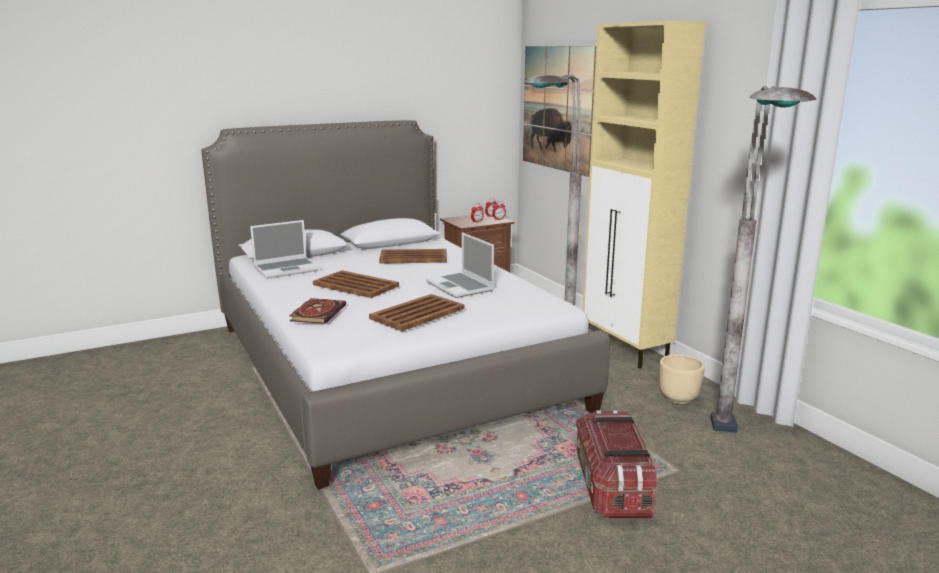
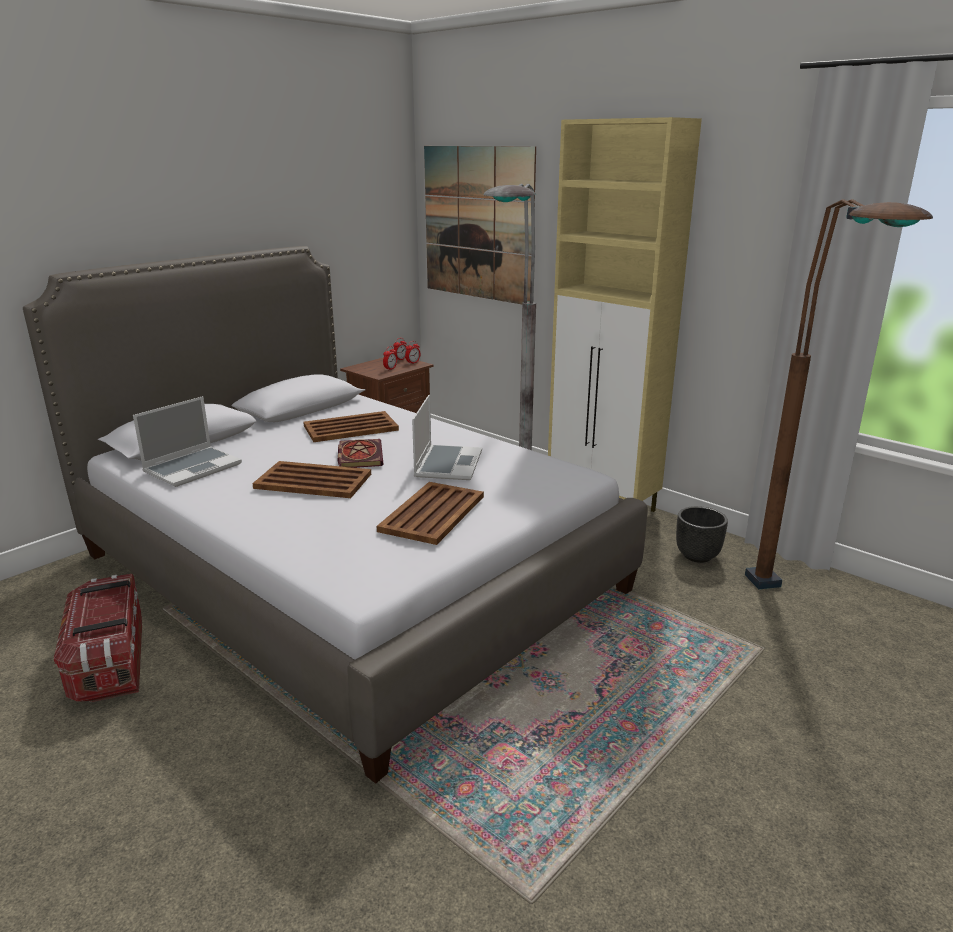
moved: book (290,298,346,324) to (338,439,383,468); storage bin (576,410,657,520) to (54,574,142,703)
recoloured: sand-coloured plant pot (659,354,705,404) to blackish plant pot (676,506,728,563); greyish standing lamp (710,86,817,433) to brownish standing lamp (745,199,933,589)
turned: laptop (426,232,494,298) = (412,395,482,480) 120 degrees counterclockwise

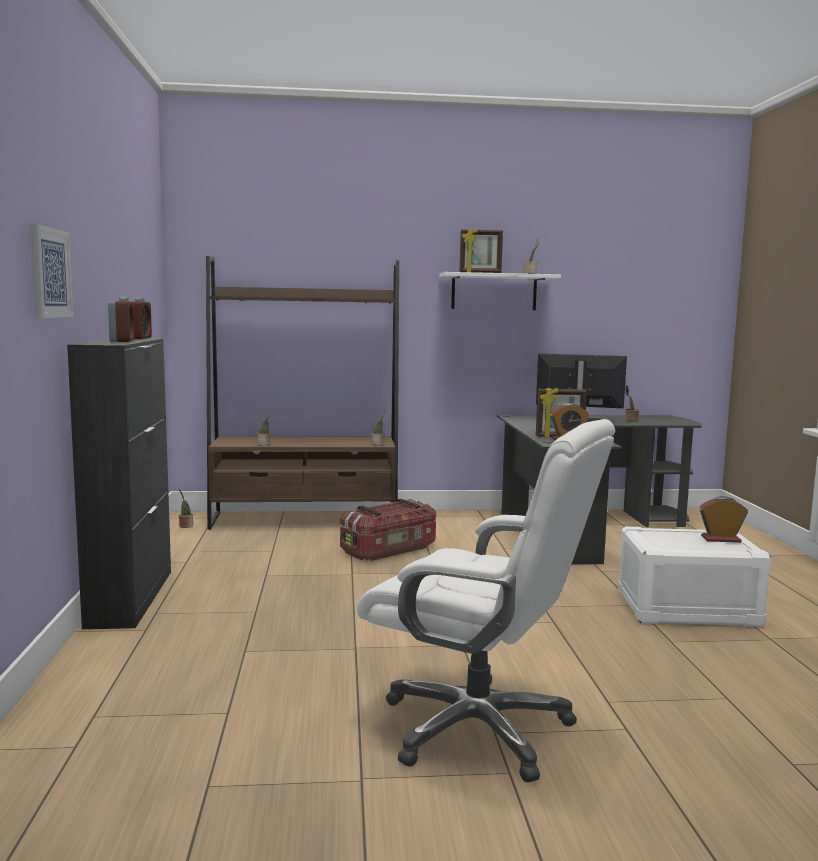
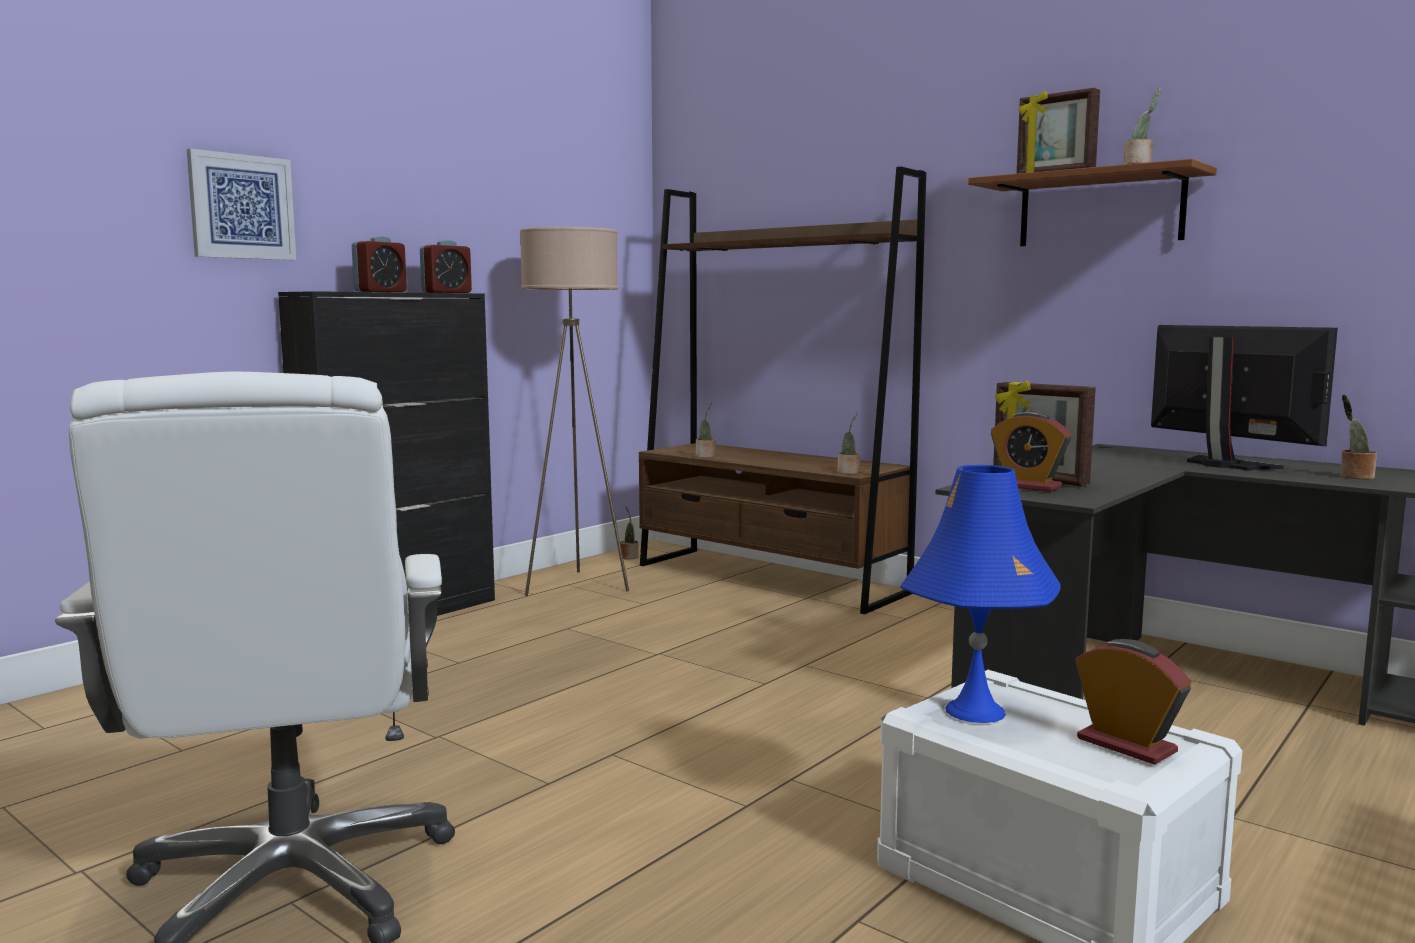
removed: storage bin (340,499,436,561)
added: sand-coloured standing lamp (520,227,629,596); blue lamp for a table (900,465,1061,723)
recoloured: white-coloured wall shelf (439,272,561,310) to brownish wall shelf (968,159,1217,246)

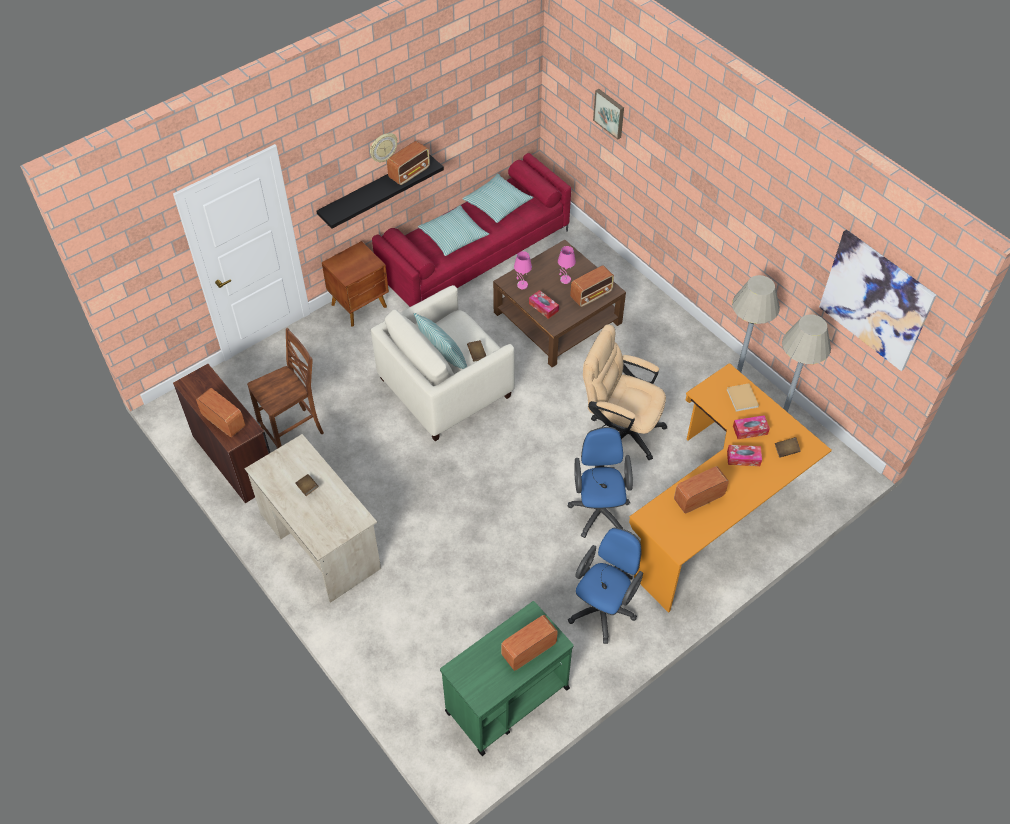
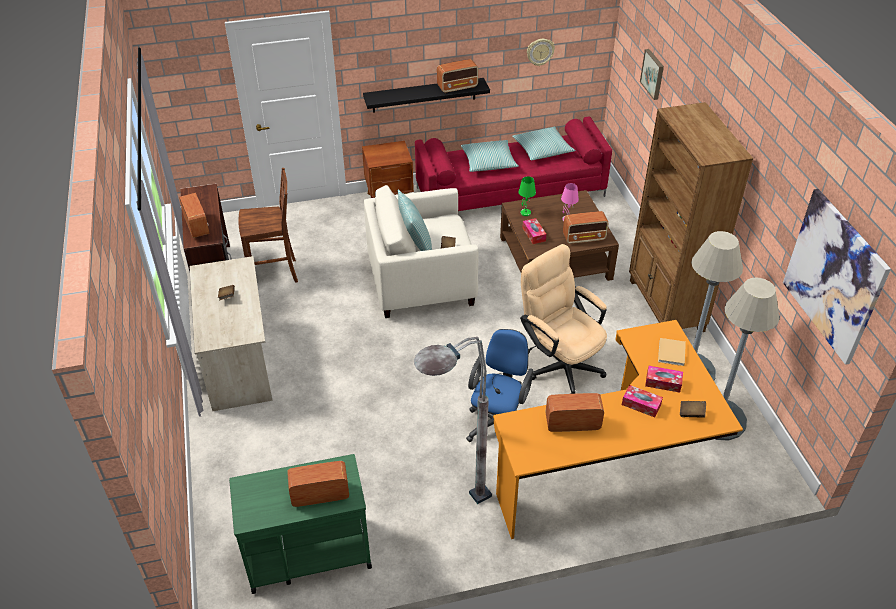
added: brownish bookshelf (629,102,753,332)
moved: wall clock (370,133,397,162) to (527,39,555,66)
replaced: blue office chair (568,527,643,644) to greyish standing lamp (414,337,492,504)
recoloured: pinkish lamp for a table (514,251,532,289) to green-coloured lamp for a table (518,176,536,216)

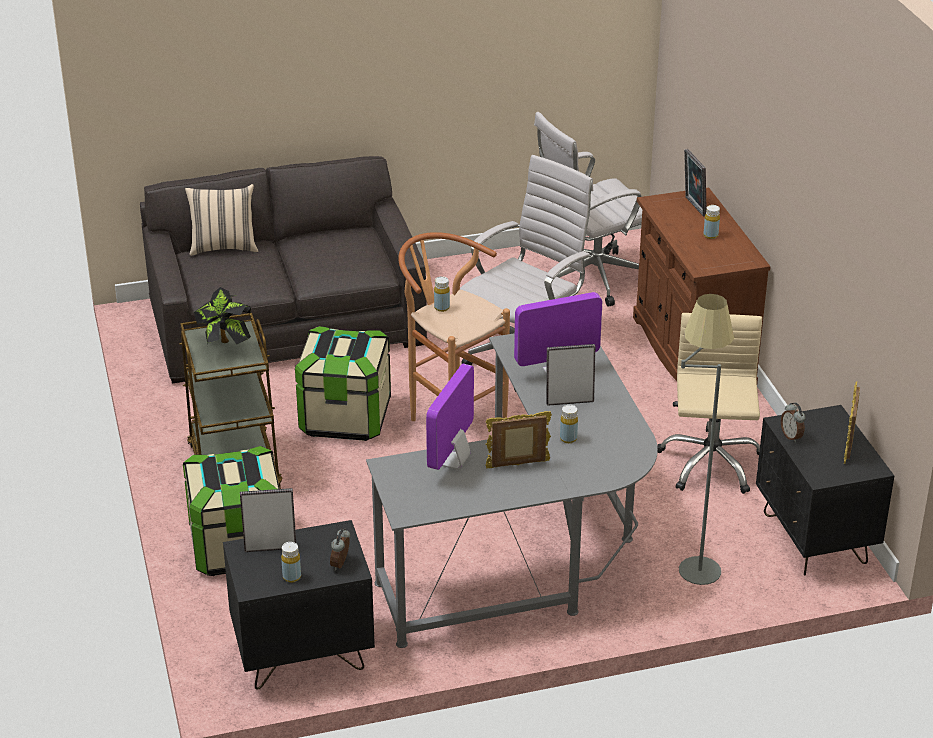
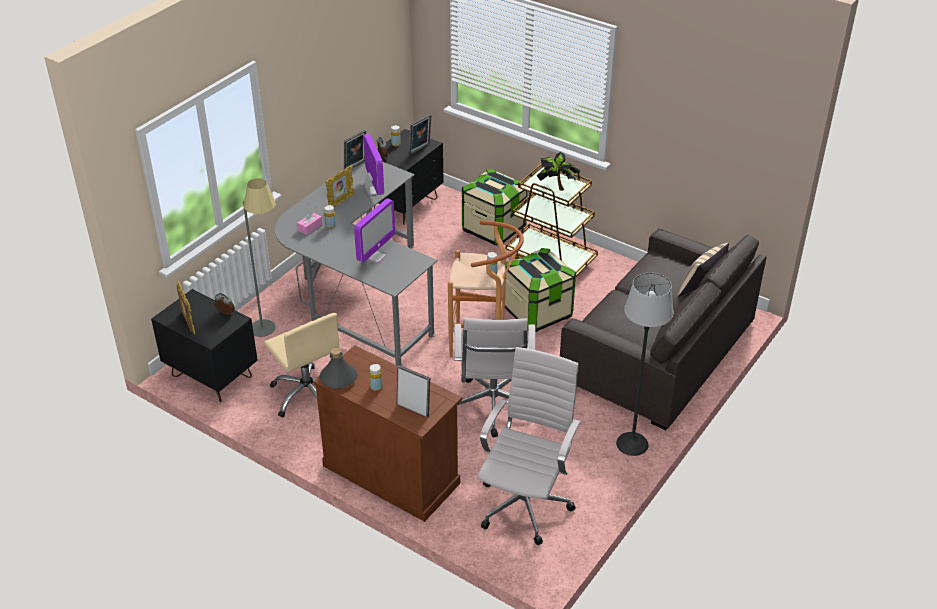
added: pinkish tissue box (297,211,322,235); greyish drink bottle (319,348,357,389); standing lamp (616,273,674,456)
moved: photo frame (546,344,596,406) to (344,130,366,169)

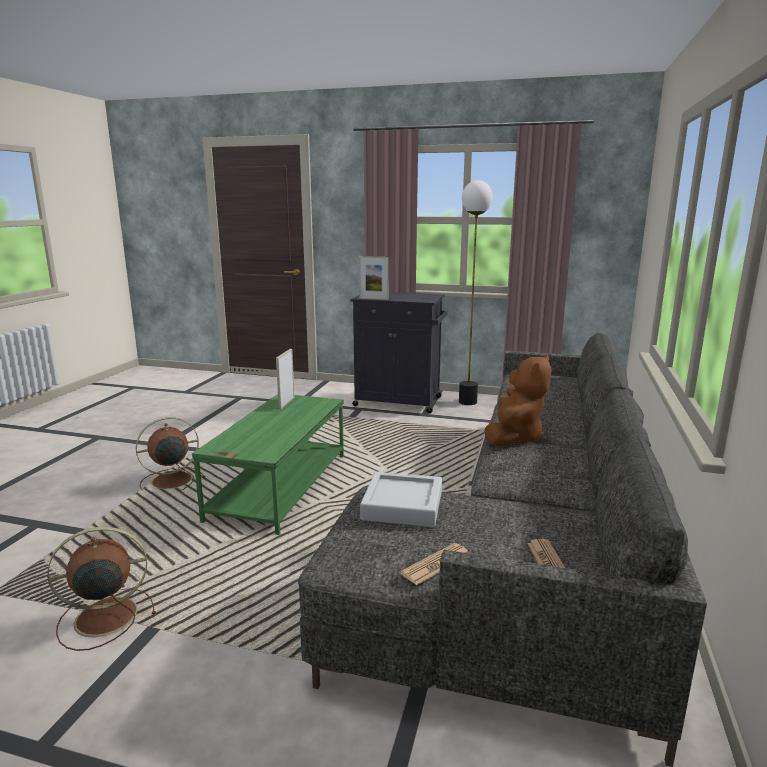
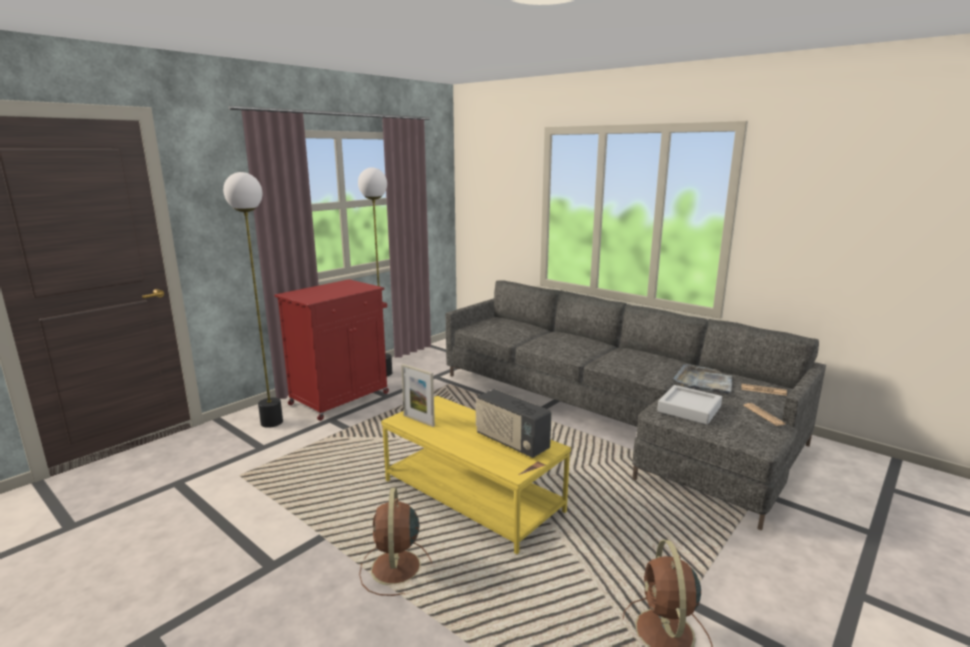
removed: photo frame (359,256,389,300); brownish cuddly toy (484,354,552,447)
added: standing lamp (223,172,283,428); radio (475,389,552,458); greyish carrying tray (673,364,732,394)
recoloured: green-coloured low table (192,394,344,535) to yellow-coloured low table (381,396,571,554); blackish cabinet (350,292,448,413) to reddish cabinet (275,279,389,421)

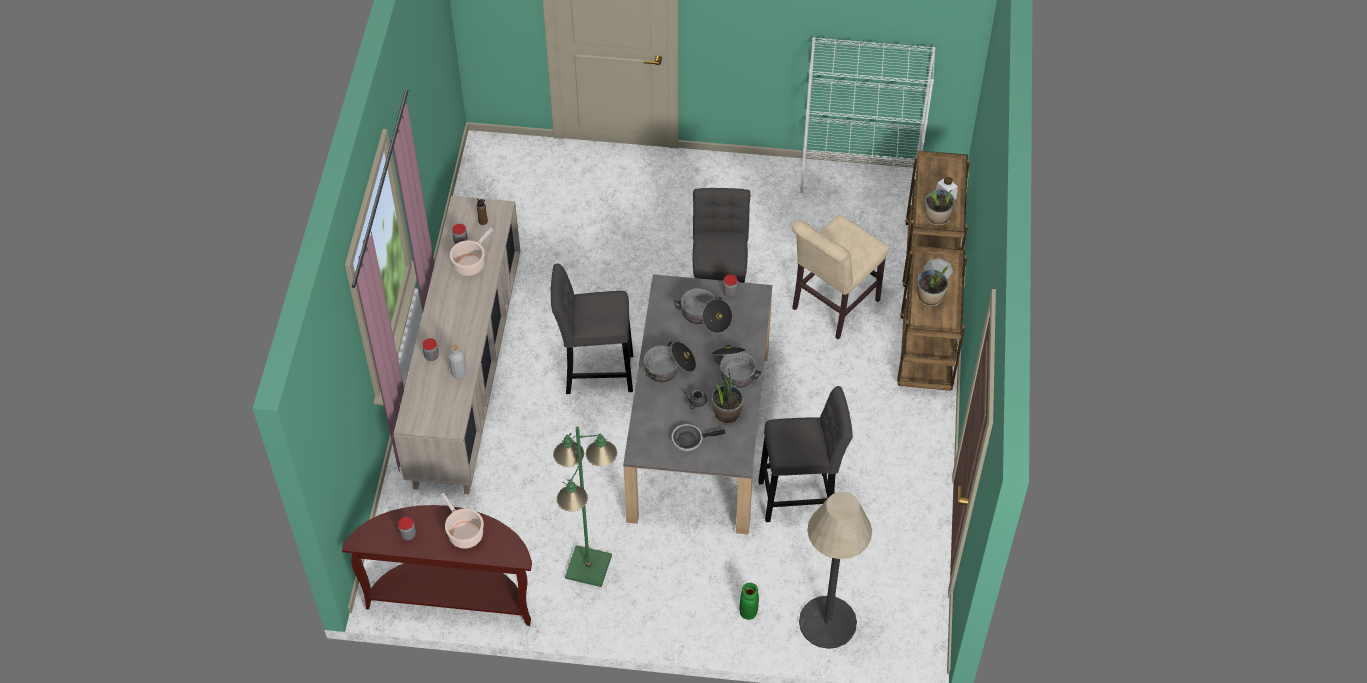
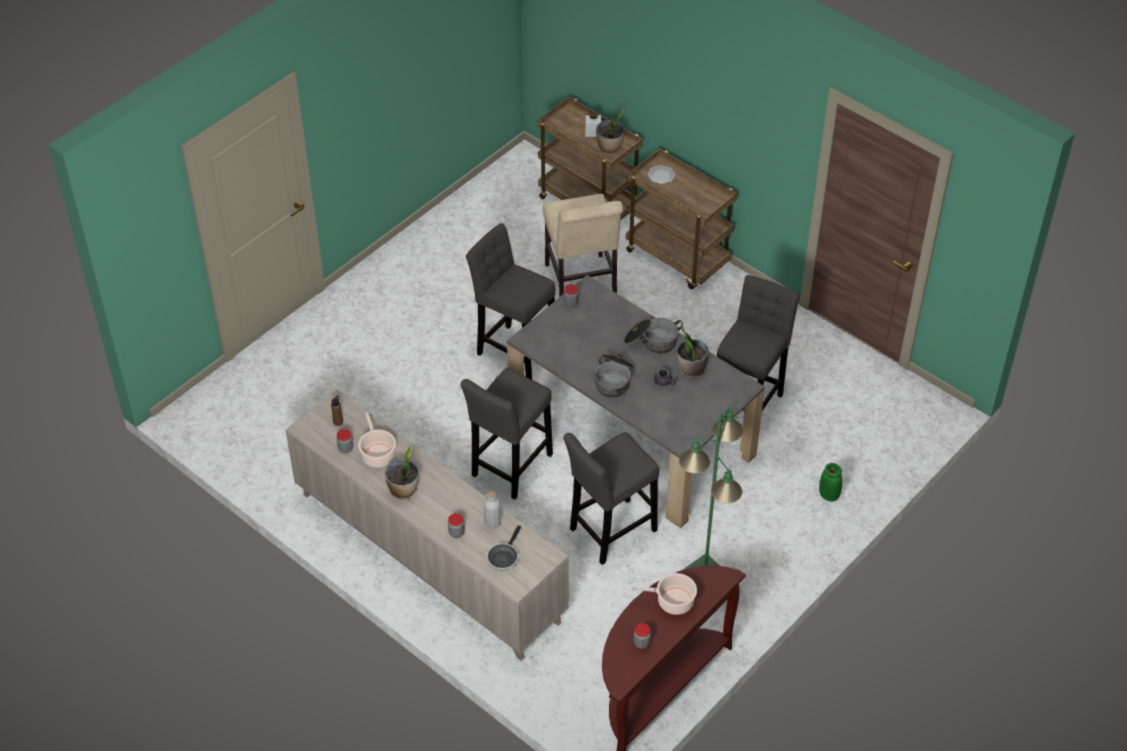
removed: stockpot (674,288,732,333); standing lamp (799,491,872,649); white-coloured bookshelf (800,37,936,198)
added: greyish sitting stool (563,432,659,565)
moved: pan (672,424,725,451) to (486,526,521,571); houseplant (917,266,950,306) to (385,444,419,500)

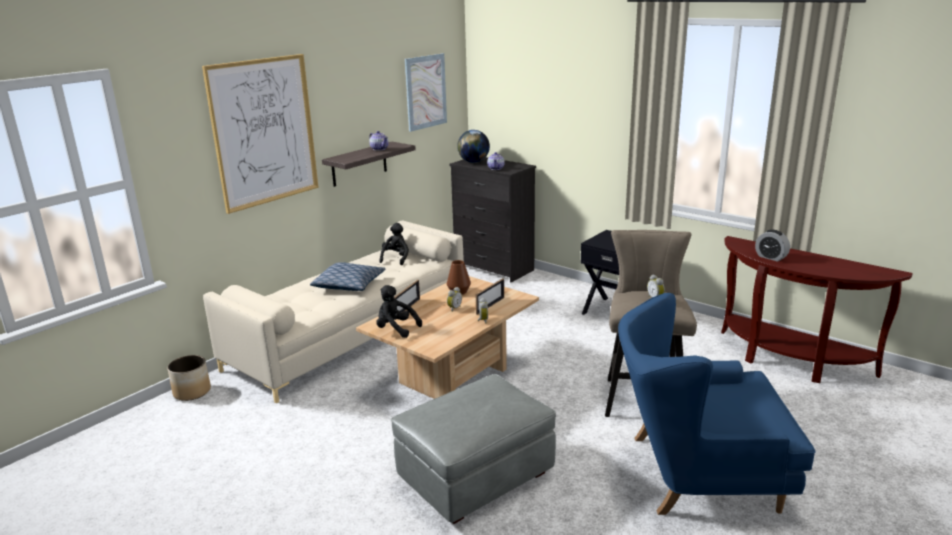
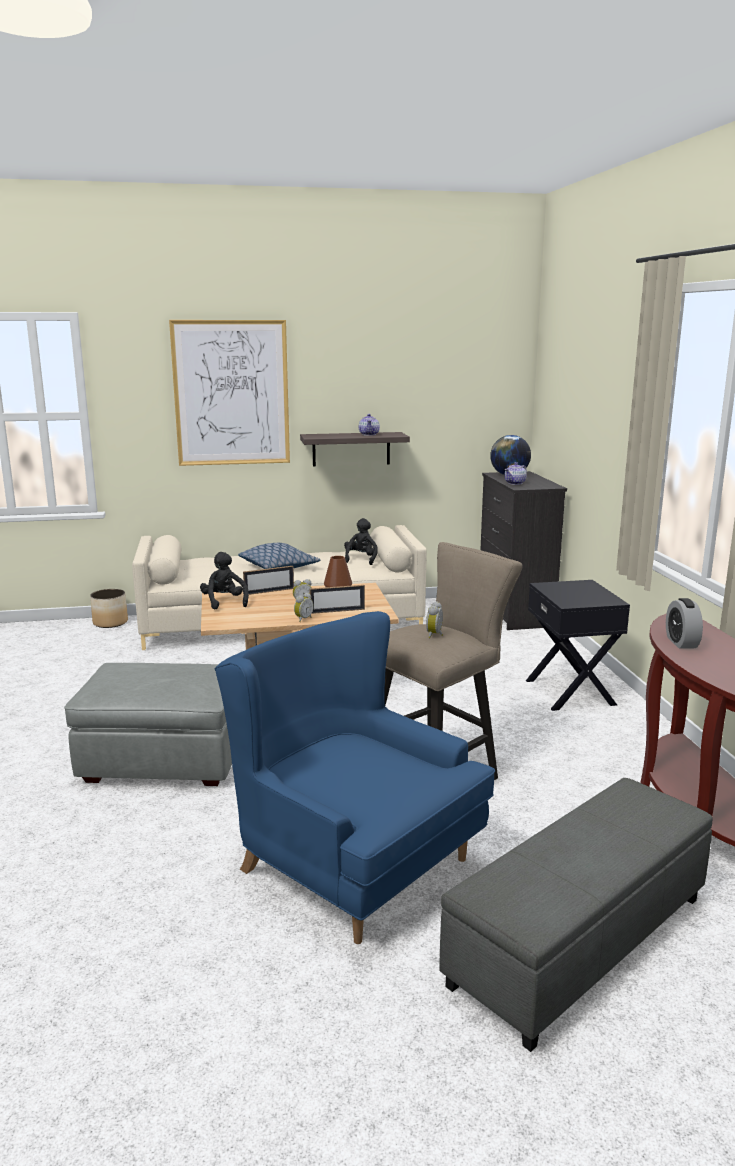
removed: wall picture (405,53,447,132)
added: greyish ottoman (439,778,713,1052)
turned: blackish cuddly toy (379,223,409,265) = (344,518,378,565) 45 degrees counterclockwise

